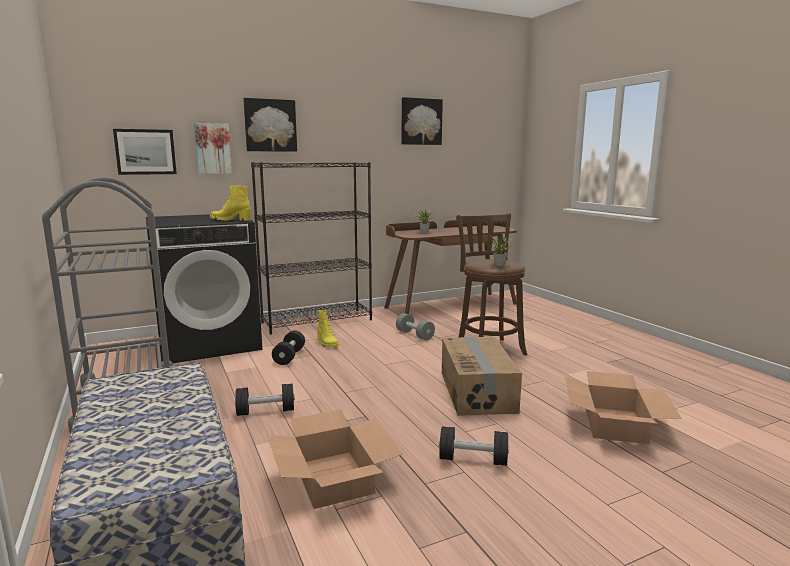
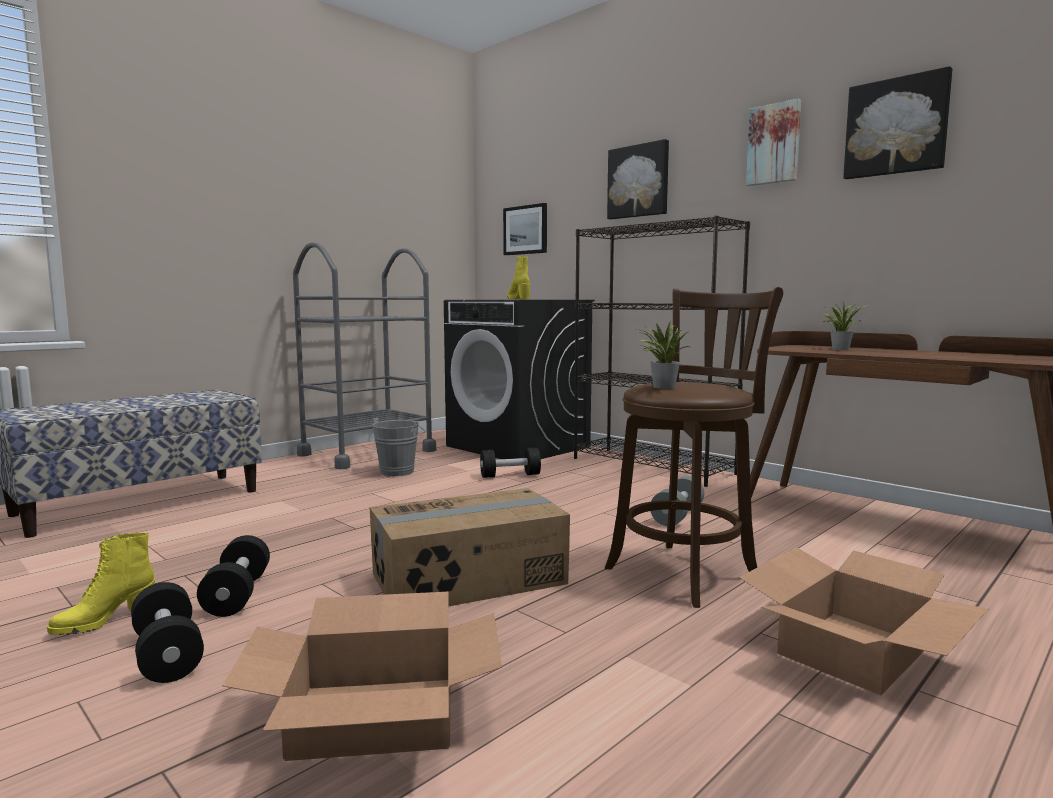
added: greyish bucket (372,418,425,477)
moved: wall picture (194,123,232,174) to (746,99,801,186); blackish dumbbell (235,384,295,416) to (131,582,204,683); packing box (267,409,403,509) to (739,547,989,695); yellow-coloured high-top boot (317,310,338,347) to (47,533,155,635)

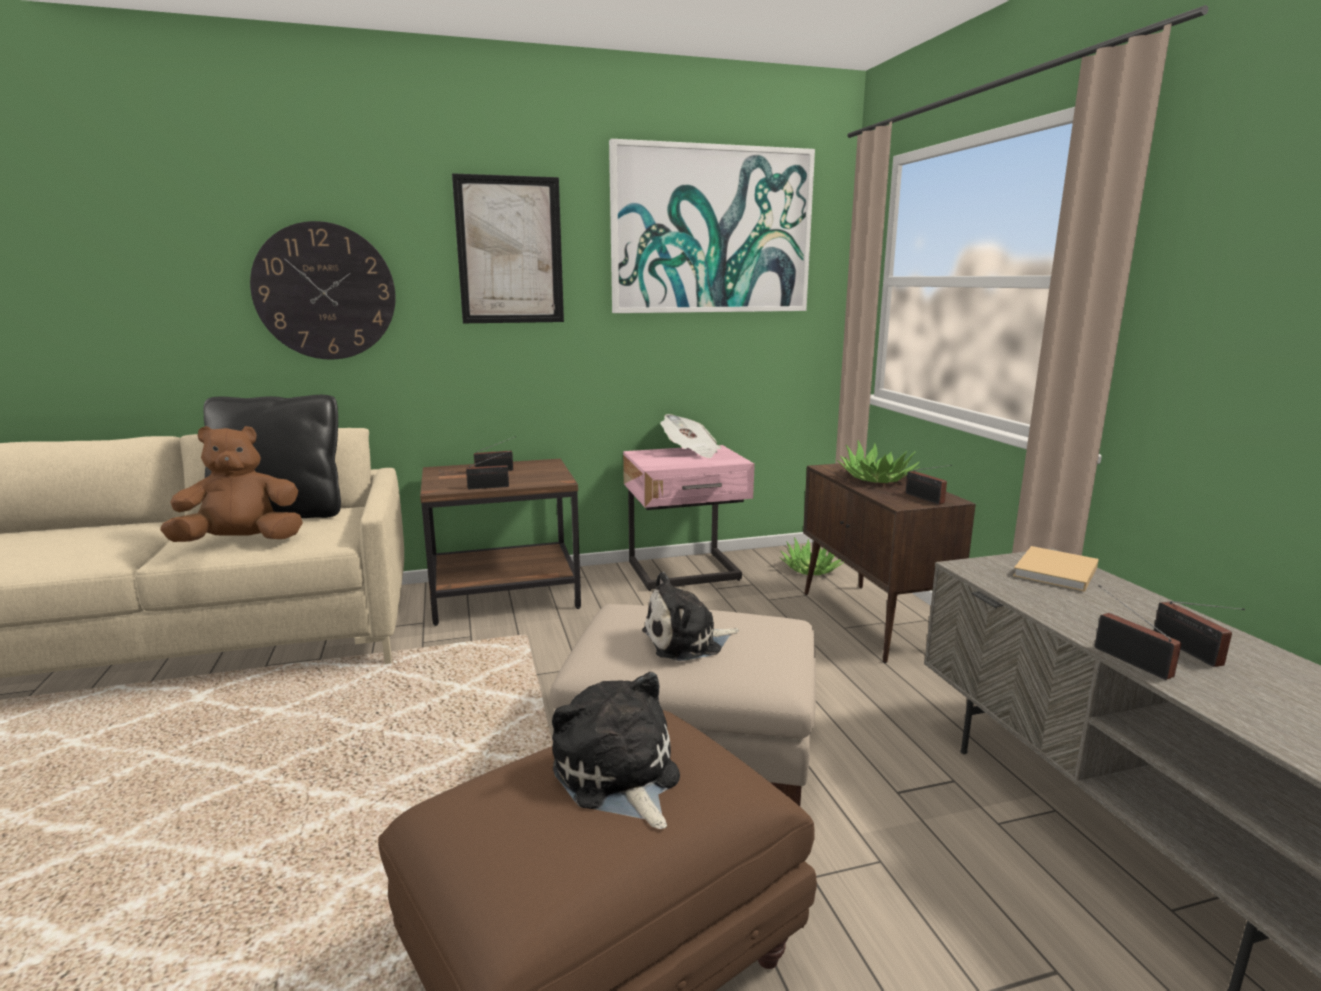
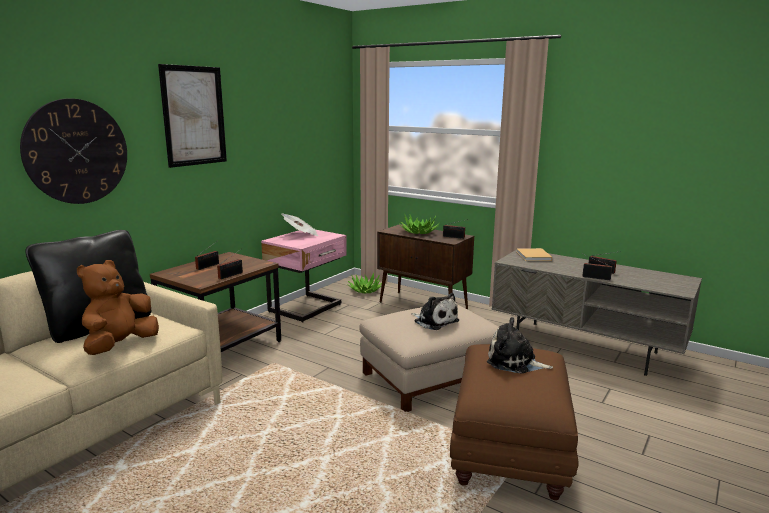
removed: wall picture (609,139,815,313)
turned: cuddly toy (642,572,739,661) = (411,293,459,330) 75 degrees counterclockwise

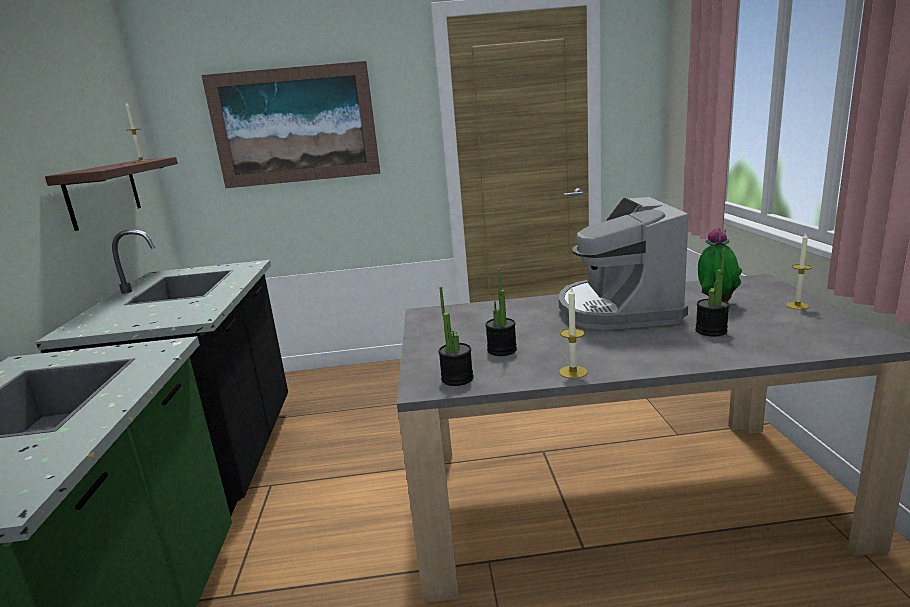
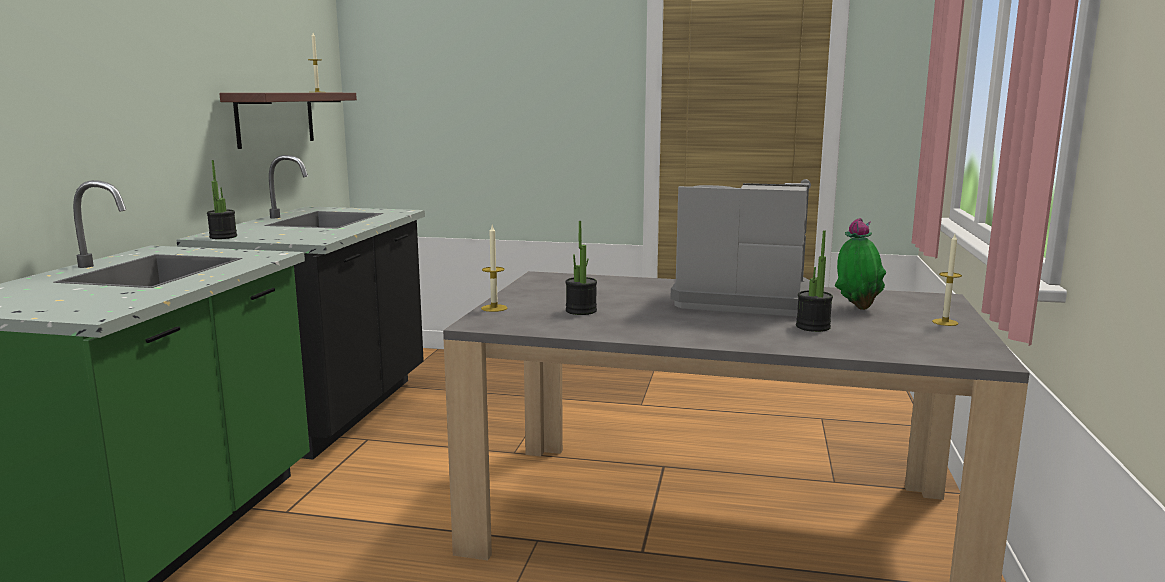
removed: wall picture (201,61,380,188)
moved: houseplant (438,287,474,386) to (207,160,237,239); wax light (559,286,587,379) to (481,226,507,312)
turned: coffee brewer (559,197,688,330) = (671,183,810,316) 90 degrees clockwise

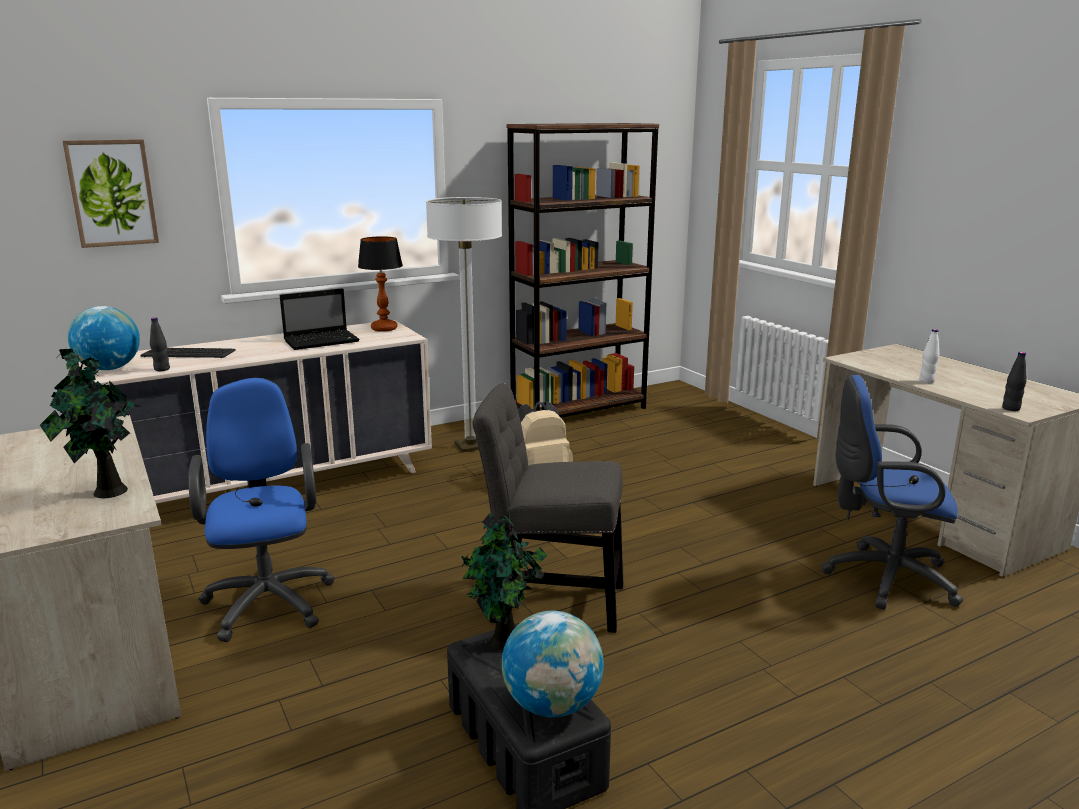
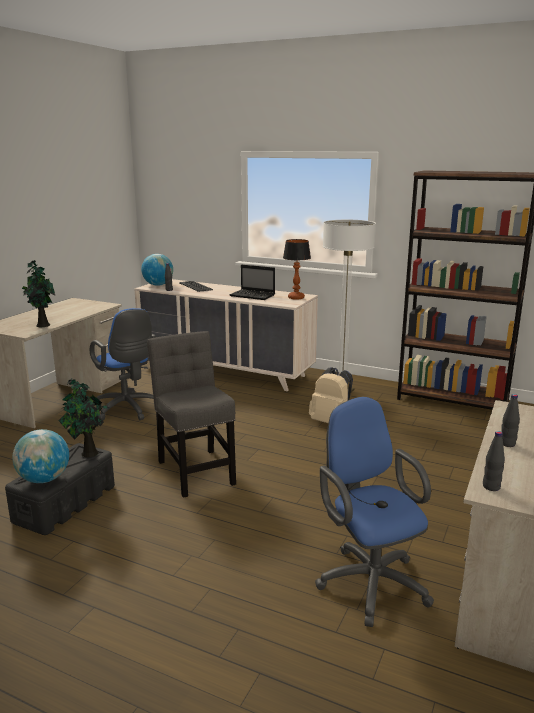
removed: wall picture (62,139,159,248)
recoloured: white-coloured drink bottle (919,329,939,383) to blackish drink bottle (501,394,520,447)
turned: blue office chair (188,378,335,642) = (90,308,156,420) 105 degrees clockwise

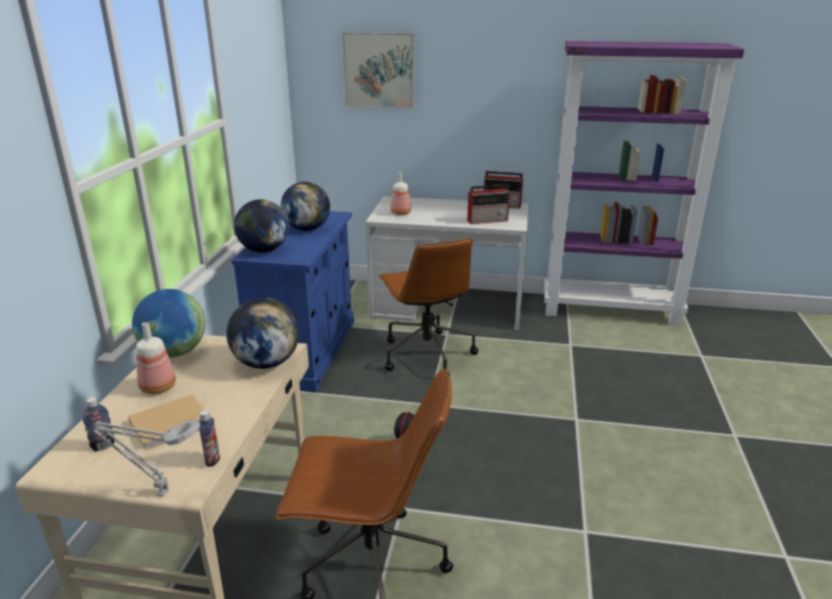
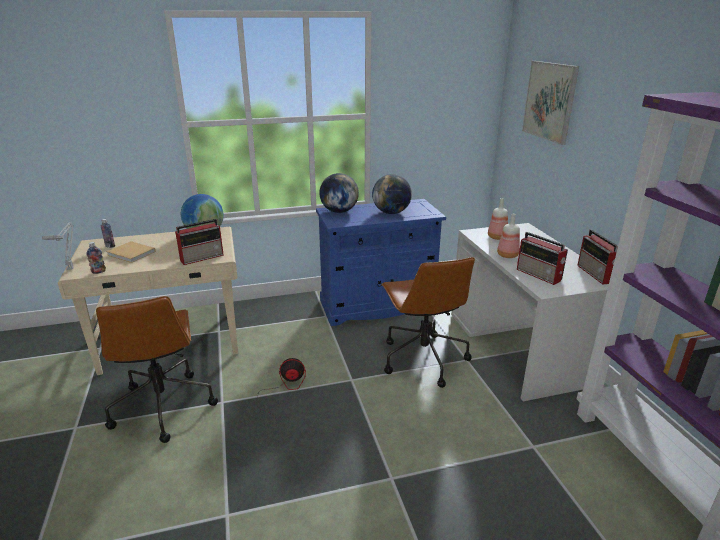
moved: drink bottle (136,322,176,394) to (497,214,520,258)
replaced: desk globe (226,298,299,369) to radio (175,219,224,265)
turned: brownish office chair (379,238,478,376) = (381,257,475,388) 60 degrees counterclockwise

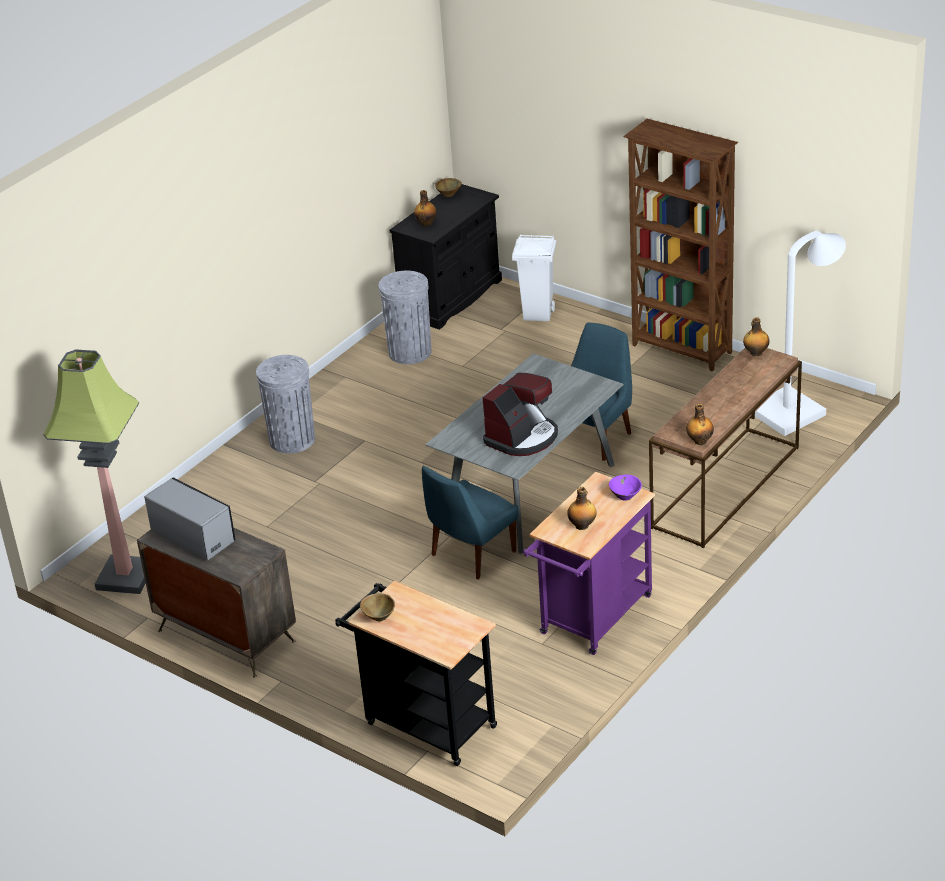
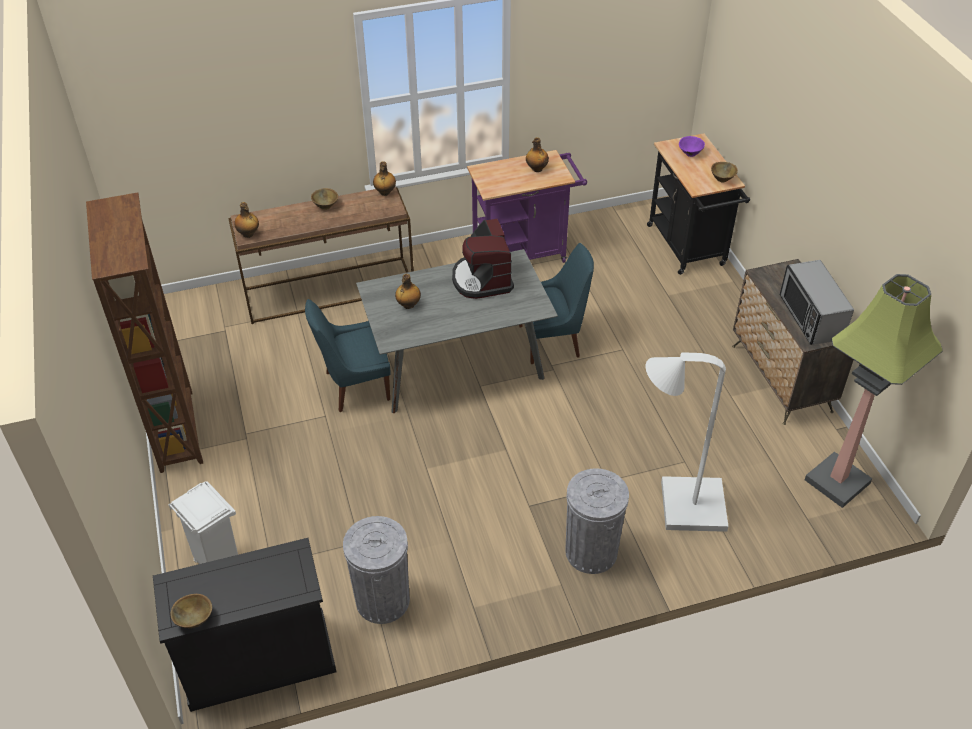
added: brownish deep dish (311,188,338,210)
moved: drink bottle (414,190,437,227) to (395,274,421,309); purplish deep dish (609,475,642,500) to (679,136,705,157); white-coloured standing lamp (755,231,846,436) to (646,352,729,532)
turned: coffee brewer (482,373,558,456) = (452,219,514,299) 90 degrees counterclockwise

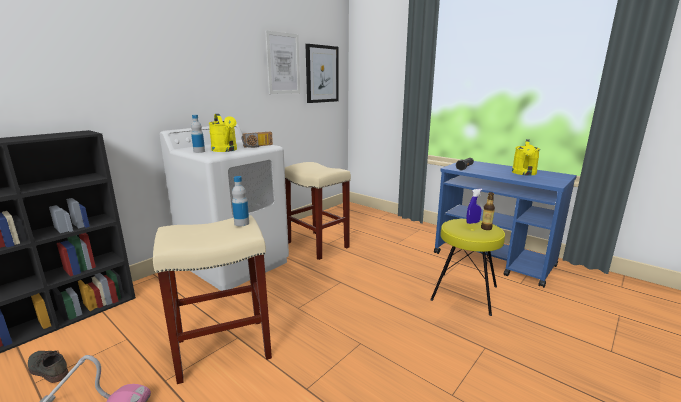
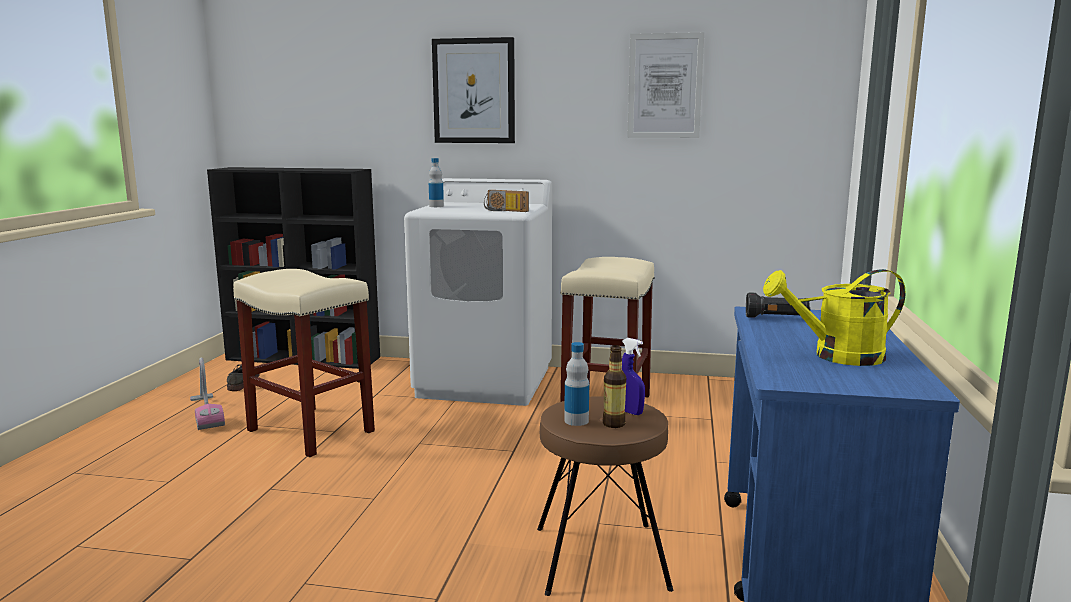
removed: yellow-coloured watering pot (208,114,237,152)
moved: drink bottle (232,176,249,226) to (564,342,589,426); wall picture (306,44,339,103) to (432,37,515,143)
recoloured: yellow-coloured sitting stool (430,219,505,316) to brownish sitting stool (537,396,673,596)

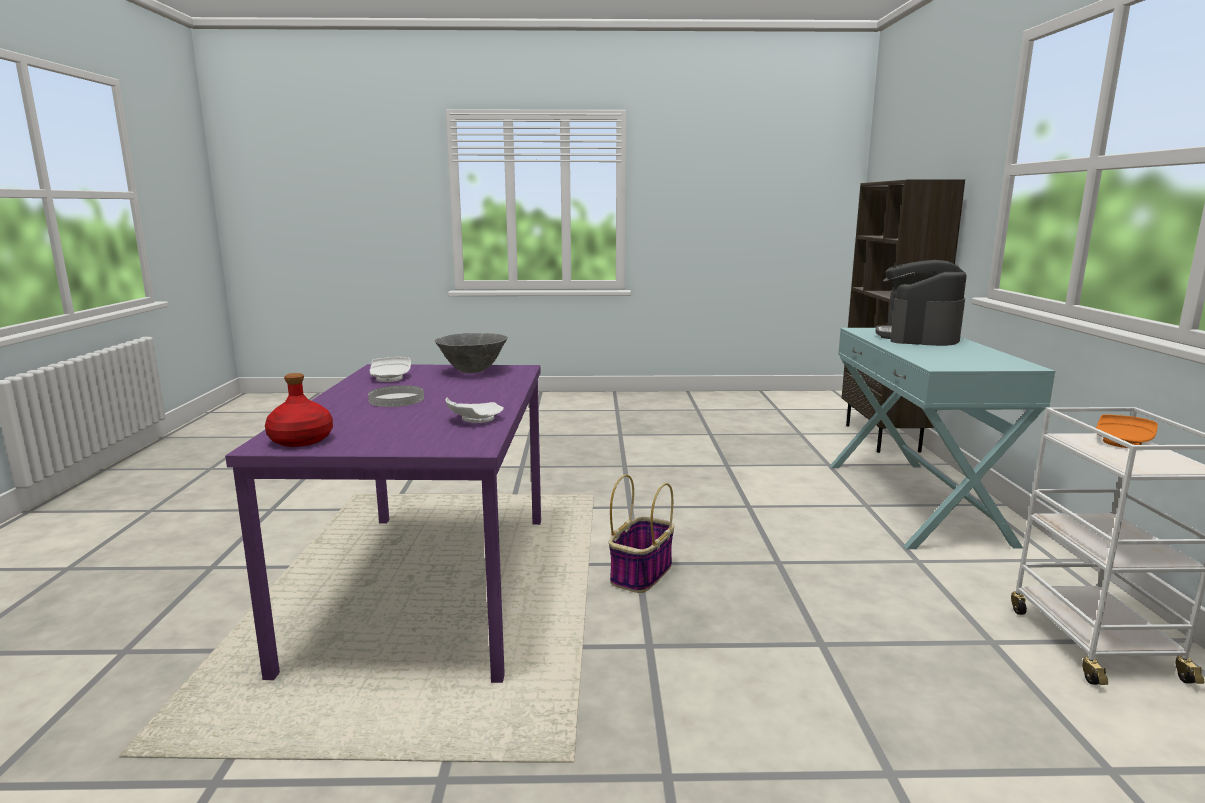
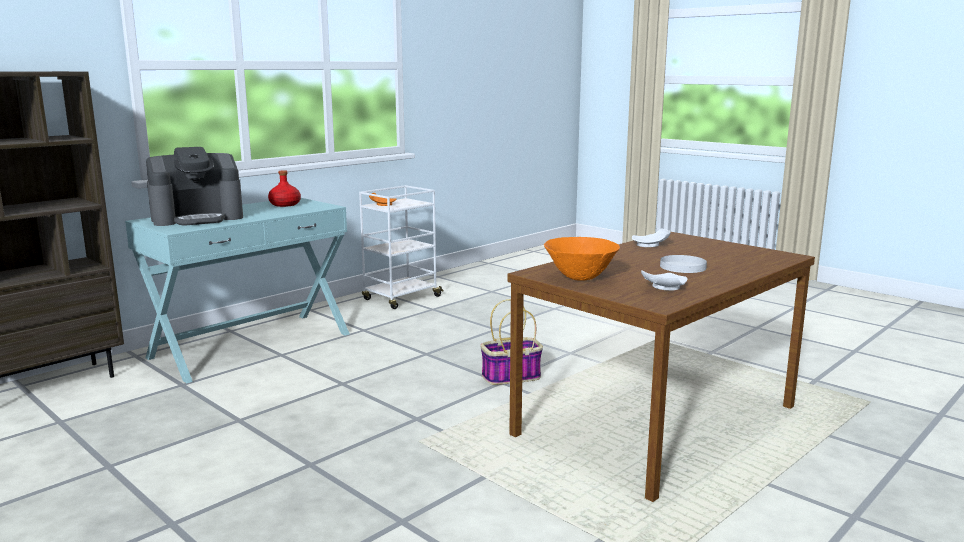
moved: reddish drink bottle (265,373,333,447) to (268,170,301,207)
recoloured: purplish dining table (225,364,541,683) to brownish dining table (508,232,815,502); greyish deep dish (435,333,507,373) to orange-coloured deep dish (544,237,620,280)

